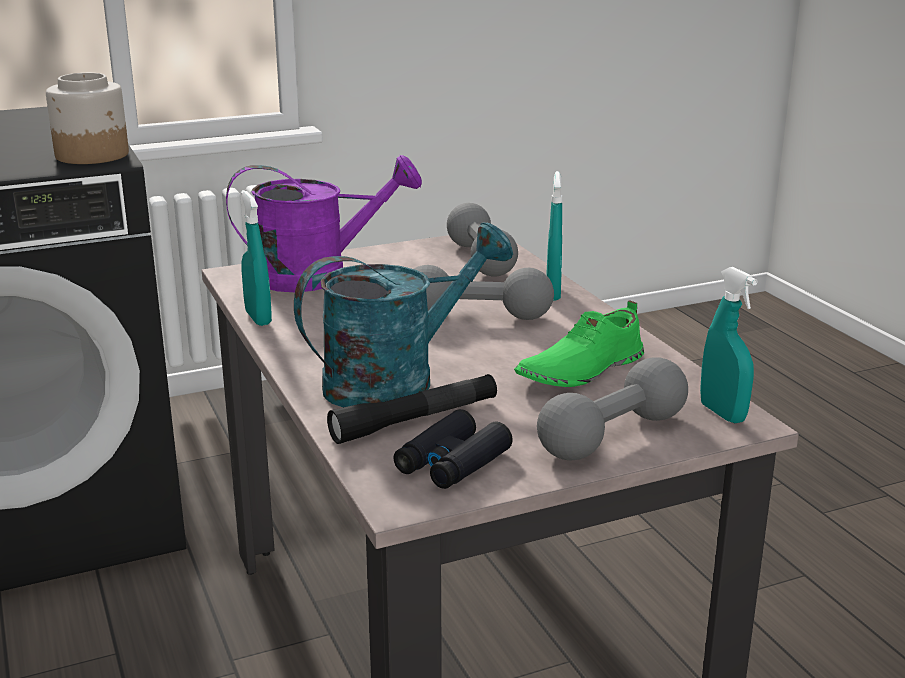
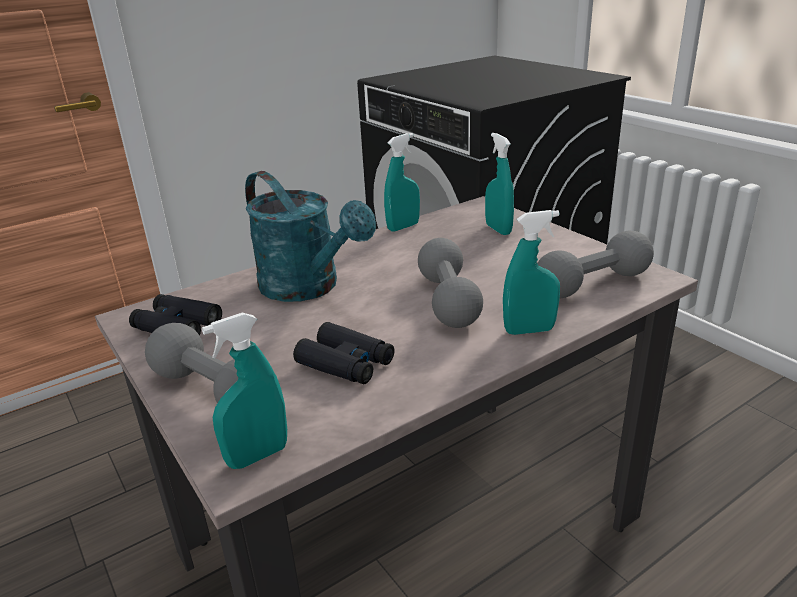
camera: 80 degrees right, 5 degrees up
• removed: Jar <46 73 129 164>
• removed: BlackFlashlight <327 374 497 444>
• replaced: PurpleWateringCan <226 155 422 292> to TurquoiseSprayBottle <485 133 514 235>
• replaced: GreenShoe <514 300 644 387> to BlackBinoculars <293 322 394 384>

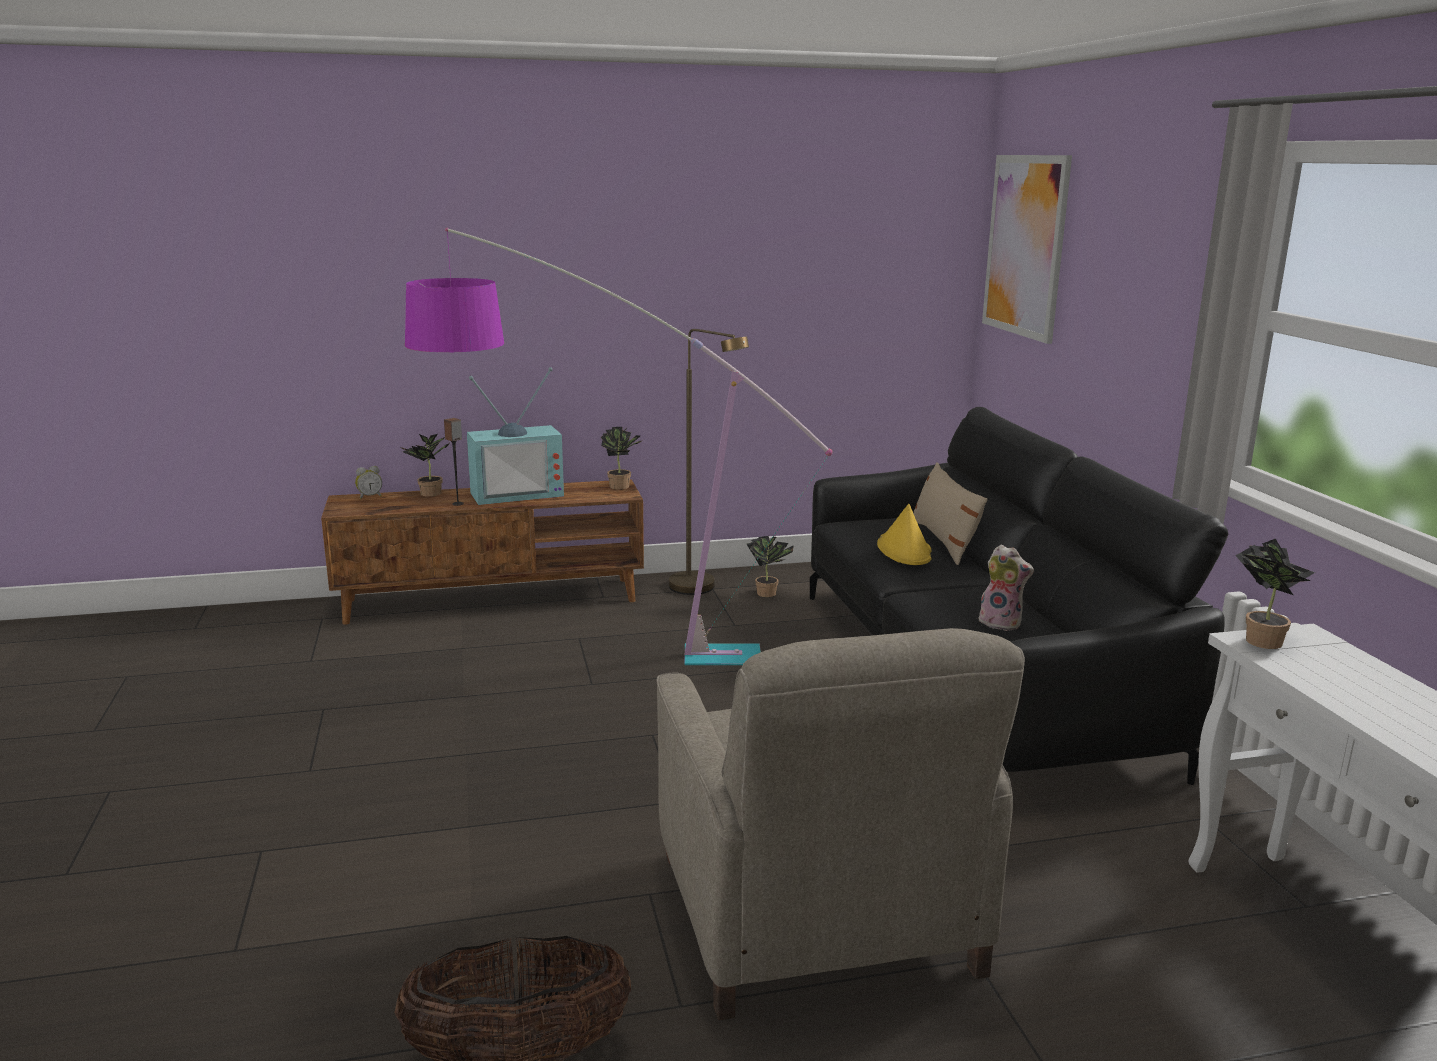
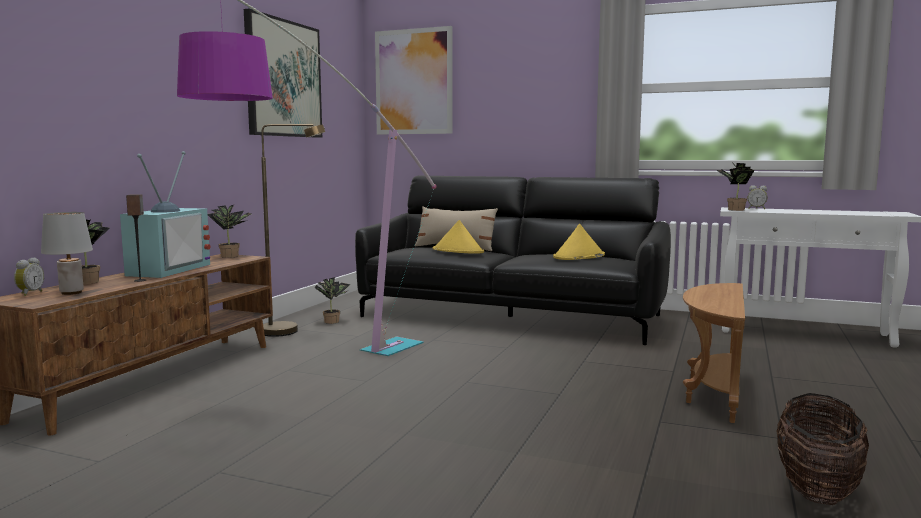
camera: 55 degrees left, 10 degrees down
• added: GreyTableLamp <41 212 93 295>
• added: Picture <244 9 322 138>
• added: AlarmClock <747 185 768 209>
• replaced: BeigeArmchair <656 628 1025 1020> to BrownSideTable <683 283 745 423>
• replaced: PlushToy <978 545 1034 631> to YellowHat <553 224 605 260>

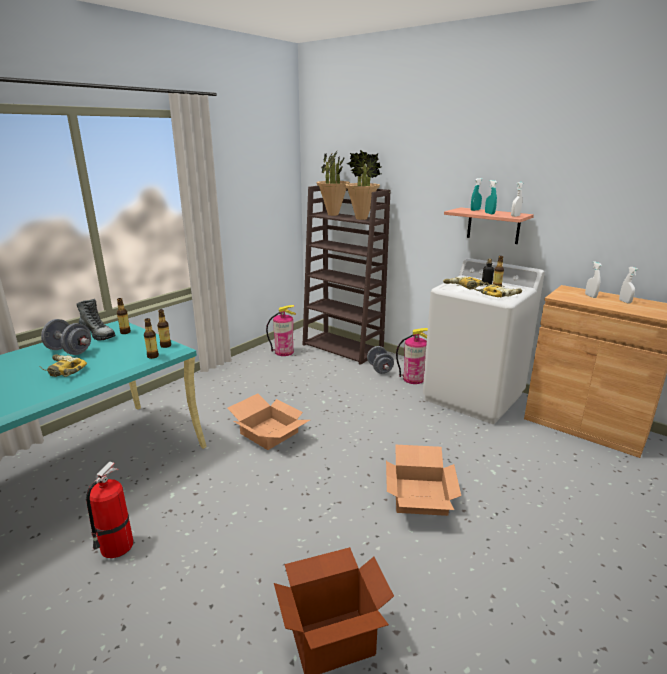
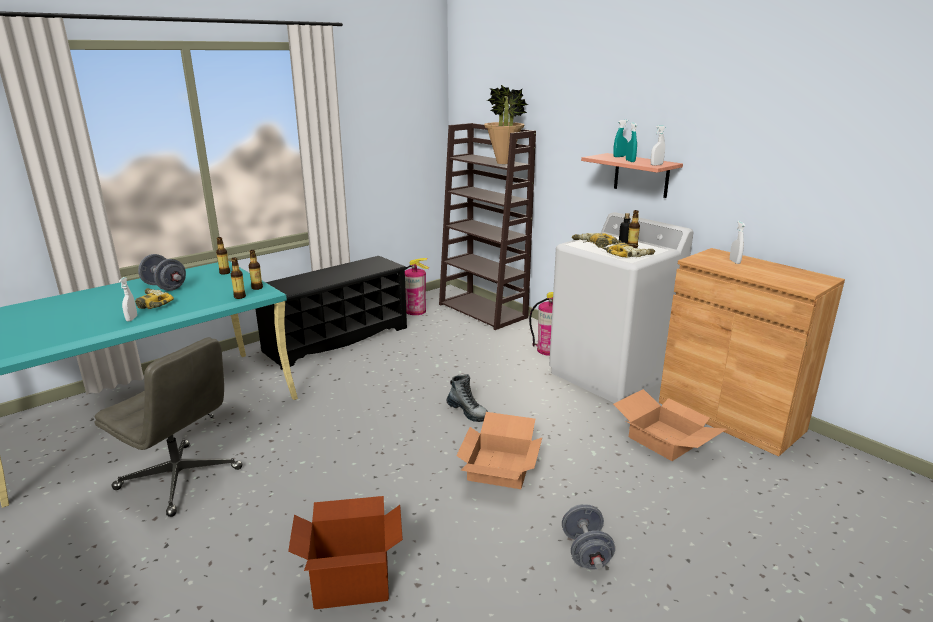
camera: 10 degrees right, 0 degrees up
• removed: PottedPlant <316 150 350 216>
• added: BlackShoeRack <256 256 407 370>
• moved: Boot <77 299 116 341> to <446 374 488 422>
• moved: CardboardBox <228 394 310 450> to <613 389 727 461>
• moved: GreyDumbbell <367 346 394 374> to <562 504 615 570>
• moved: WhiteSprayBottle <619 267 639 304> to <119 277 137 321>
• replaced: FireExtinguisher <86 461 133 558> to GreyOfficeChair <94 337 242 517>

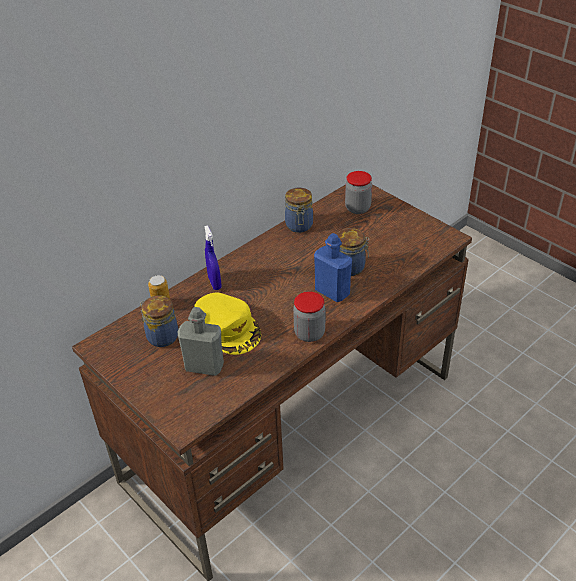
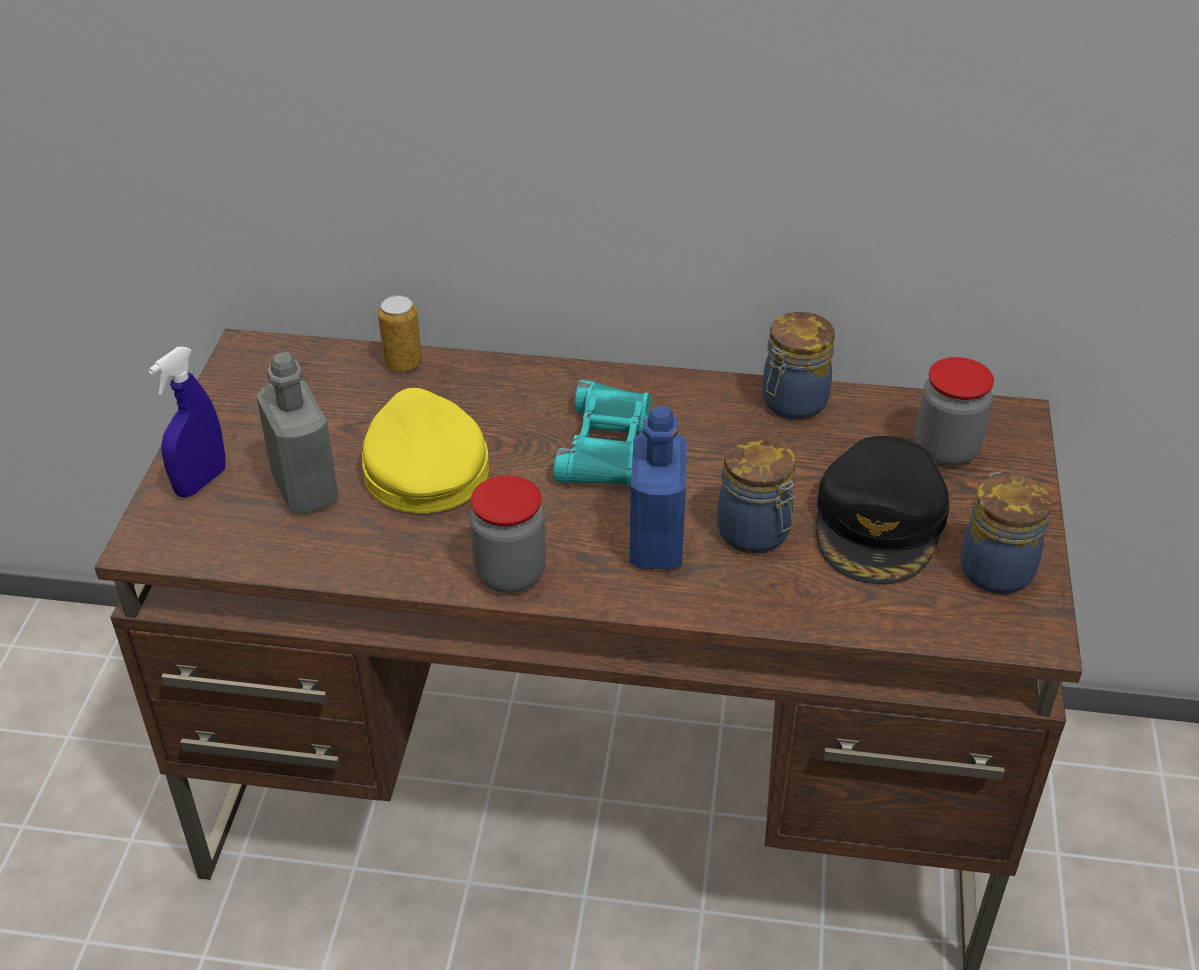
camera: 50 degrees right, 0 degrees up
• added: TurquoiseBinoculars <554 380 674 486>
• added: BlackCap <816 436 949 584>
• moved: Jar <140 296 178 347> to <960 472 1052 594>
• moved: BlueSprayBottle <204 225 222 290> to <148 347 226 498>
• turned: YellowCap <194 293 261 355> = <362 388 489 513> 150 degrees clockwise

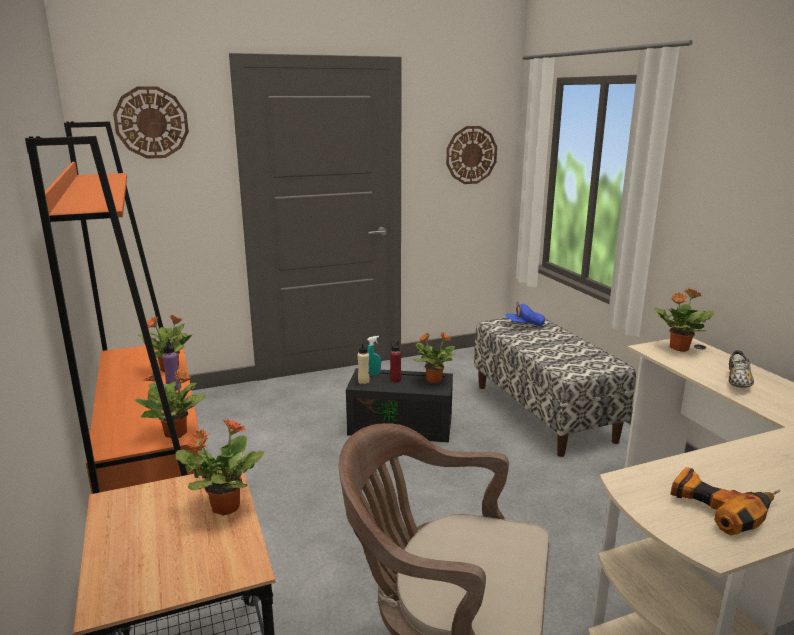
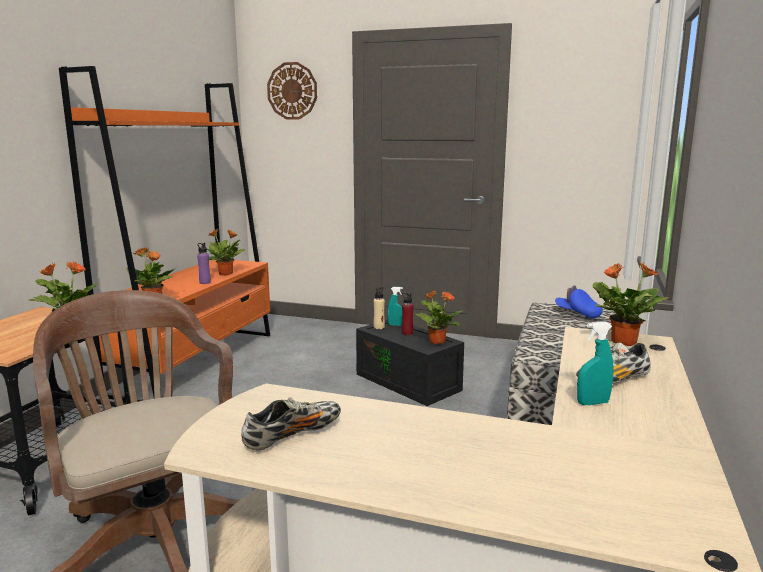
camera: 40 degrees right, 5 degrees down
• removed: WallClock <446 126 497 184>
• added: TurquoiseSprayBottle <577 322 614 405>
• replaced: PowerDrill <671 467 780 536> to Shoe <241 397 341 451>

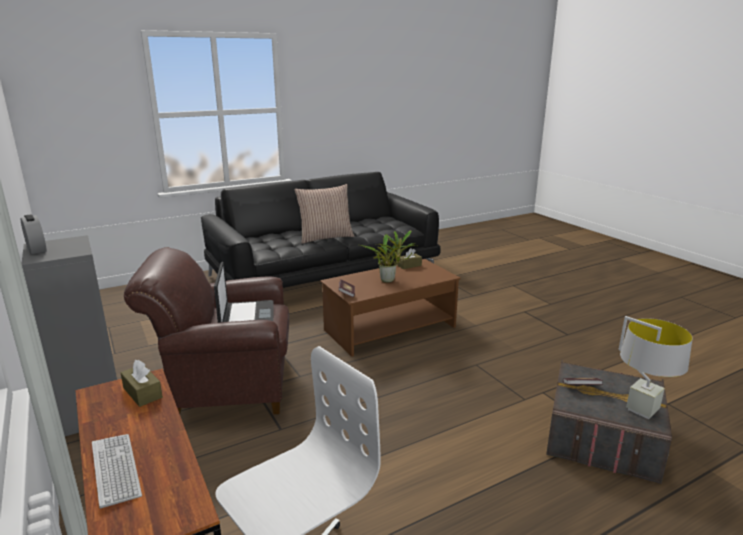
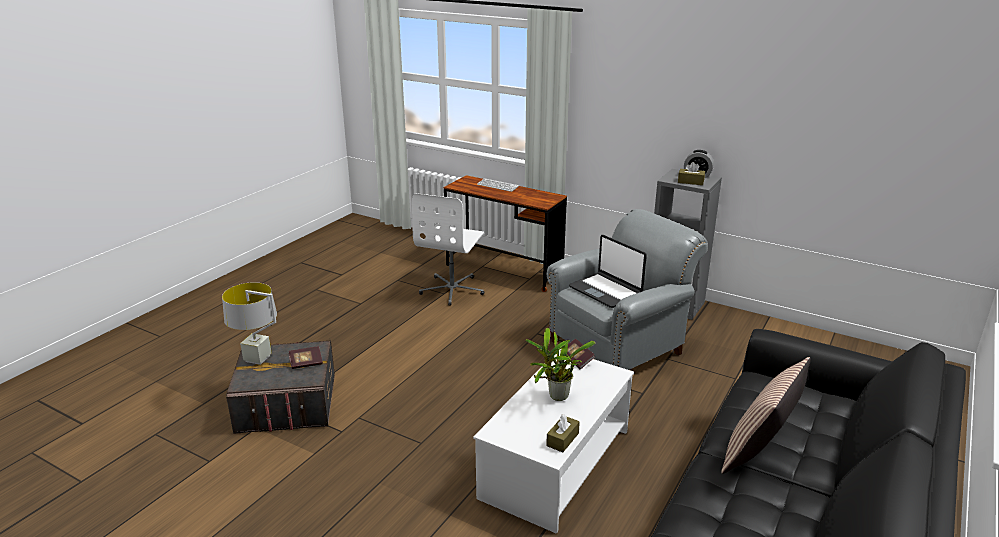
camera: 150 degrees right, 5 degrees up
• moved: BrownTissueBox <121 360 163 407> to <678 162 705 185>
• recoloured: BrownArmchair <124 247 289 414> to GreyArmchair <547 209 708 370>
• recoloured: BrownCoffeeTable <320 259 461 357> to WhiteCoffeeTable <473 349 634 534>

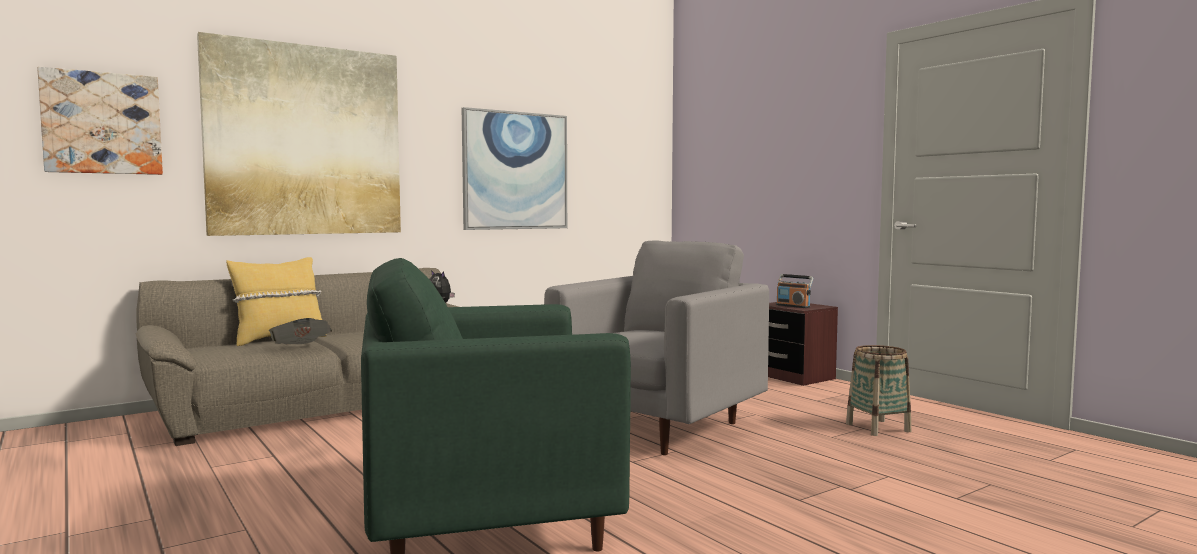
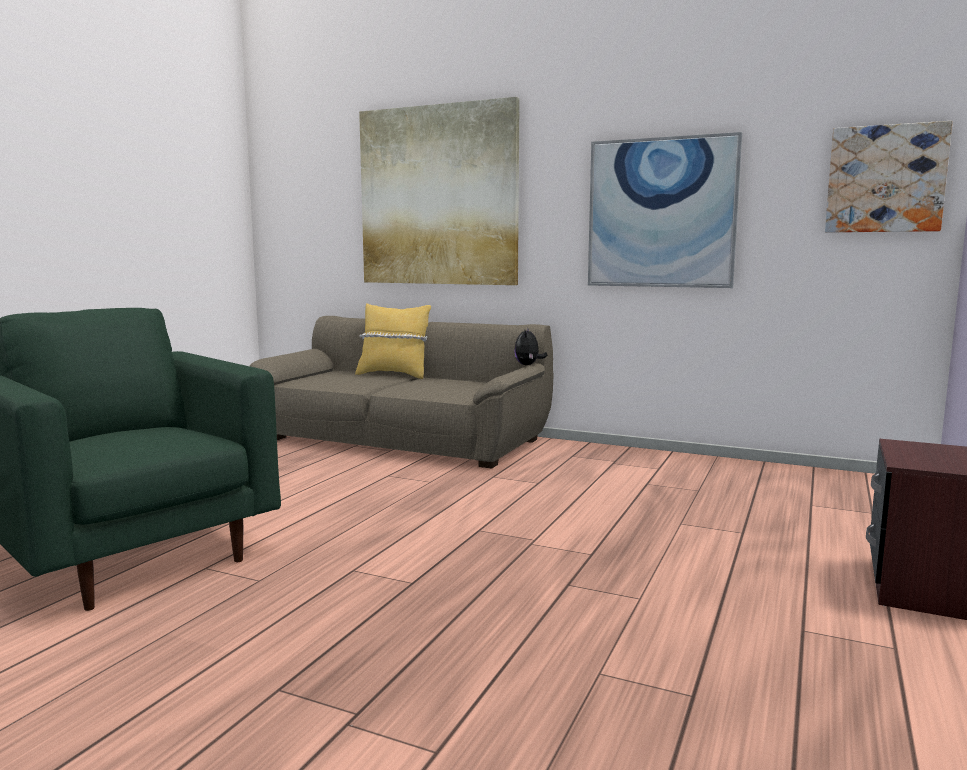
camera: 60 degrees right, 5 degrees up
• removed: Newspaper <269 318 332 344>
• removed: GreyArmchair <544 241 769 455>
• removed: Radio <776 274 813 308>
• removed: Basket <846 345 911 436>
• moved: Picture <37 67 163 175> to <825 121 953 232>

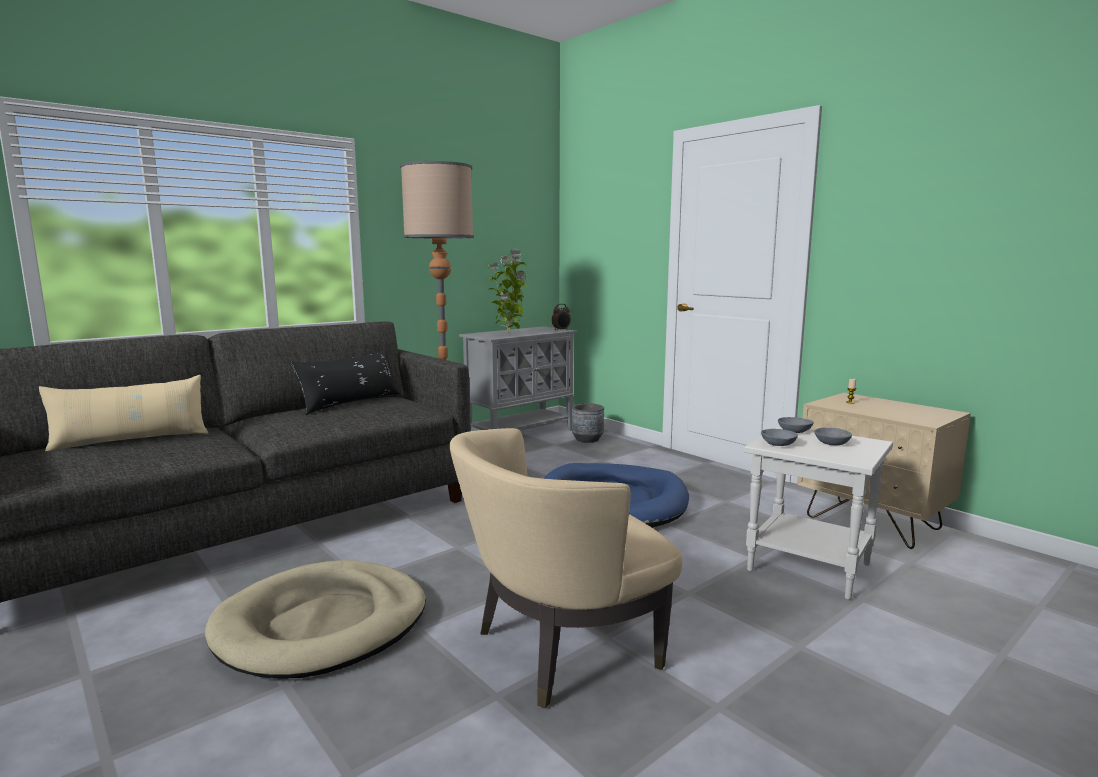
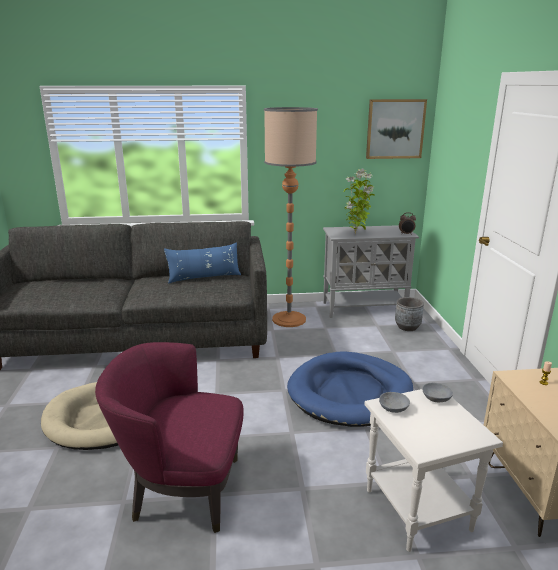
camera: 35 degrees right, 10 degrees up
• removed: BeigePillow <39 375 208 451>
• removed: GreyBowl <814 428 852 446>
• added: Picture <366 99 427 159>
• recoloured: BlackPillow <290 348 400 415> to BluePillow <164 242 241 284>
• recoloured: BeigeArmchair <450 428 682 708> to PurpleArmchair <95 342 244 533>

